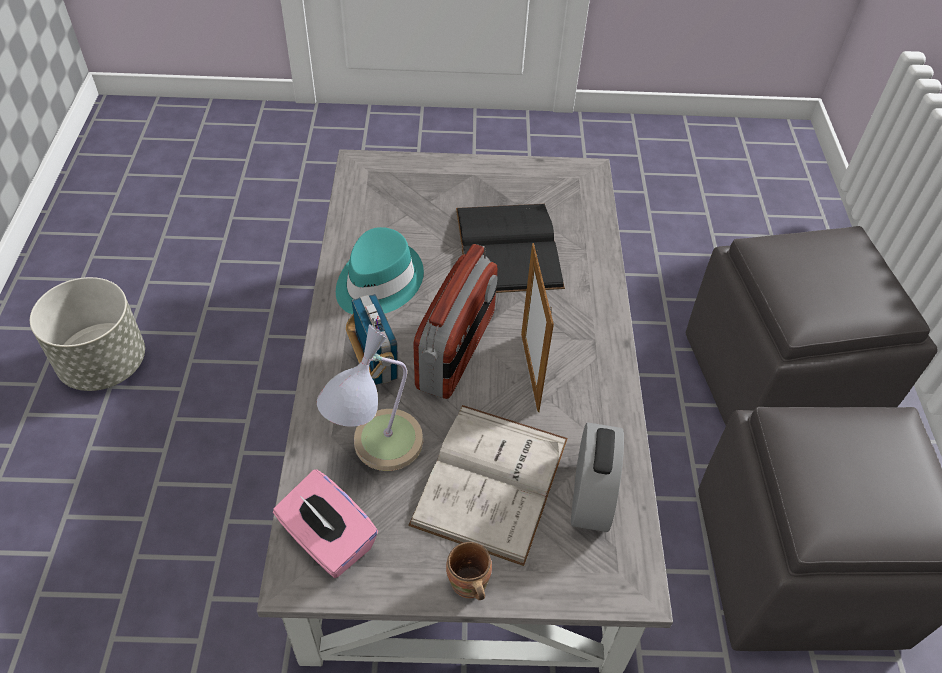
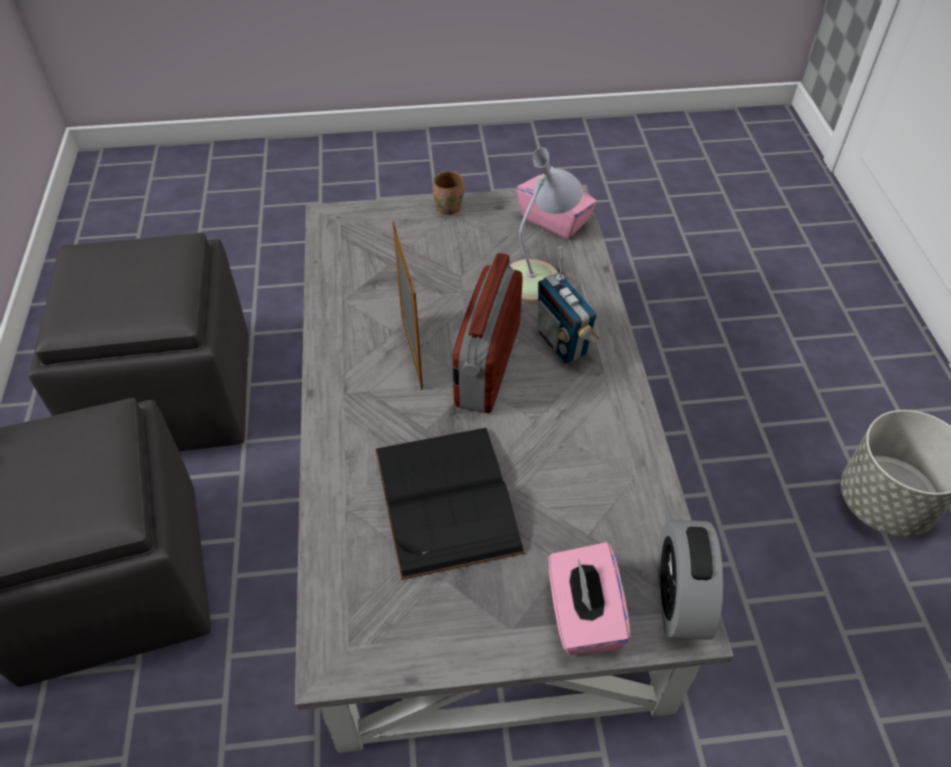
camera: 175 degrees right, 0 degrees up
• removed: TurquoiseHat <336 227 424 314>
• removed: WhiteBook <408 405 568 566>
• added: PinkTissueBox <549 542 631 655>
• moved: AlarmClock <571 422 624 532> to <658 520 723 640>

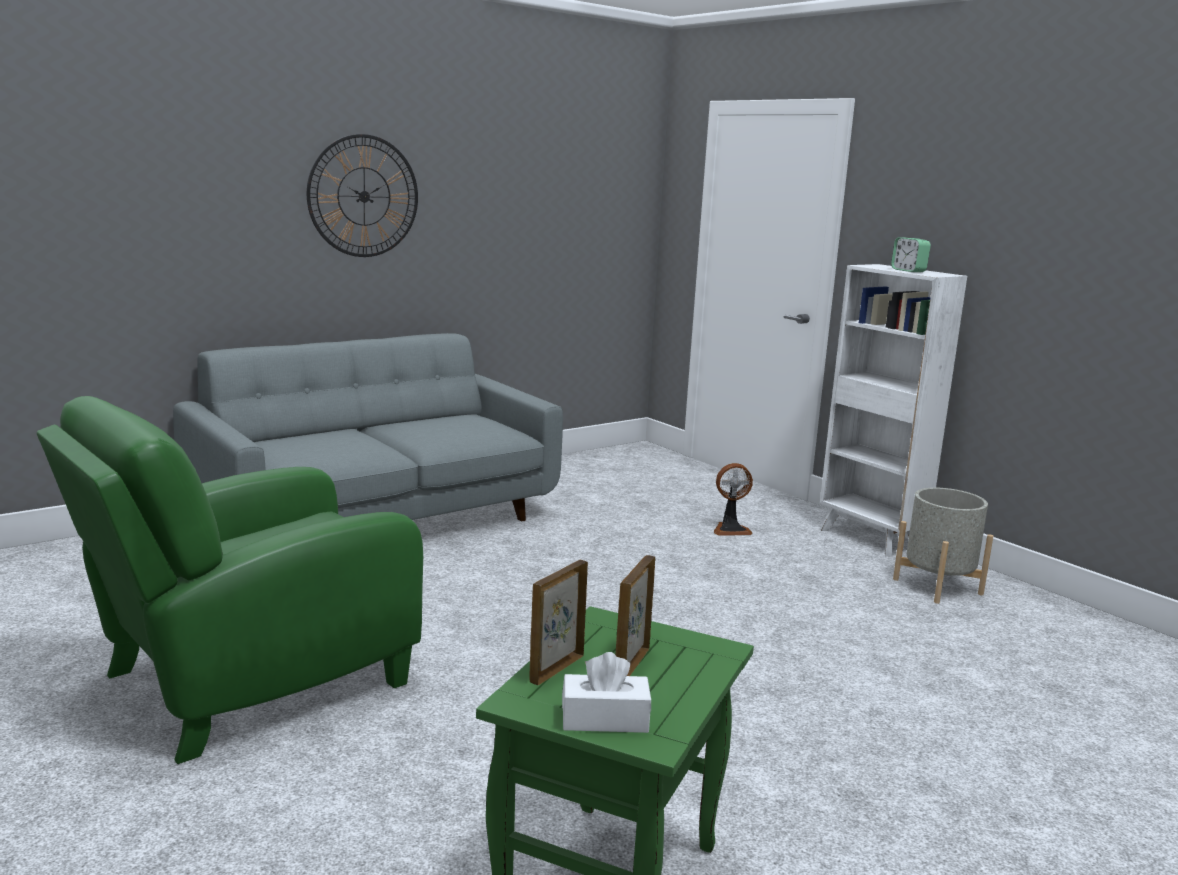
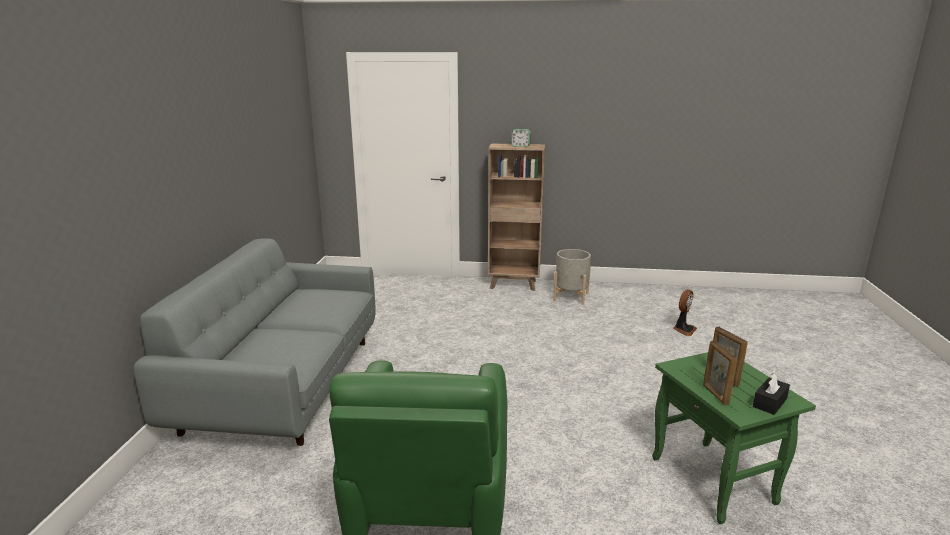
camera: 45 degrees left, 5 degrees up
• removed: WallClock <307 134 418 257>
• moved: Fan <714 463 753 536> to <673 290 697 336>
• recoloured: WhiteTissueBox <562 652 651 733> to BlackTissueBox <753 373 790 415>
• recoloured: WhiteBookcase <820 264 967 557> to BrownBookcase <488 143 545 291>

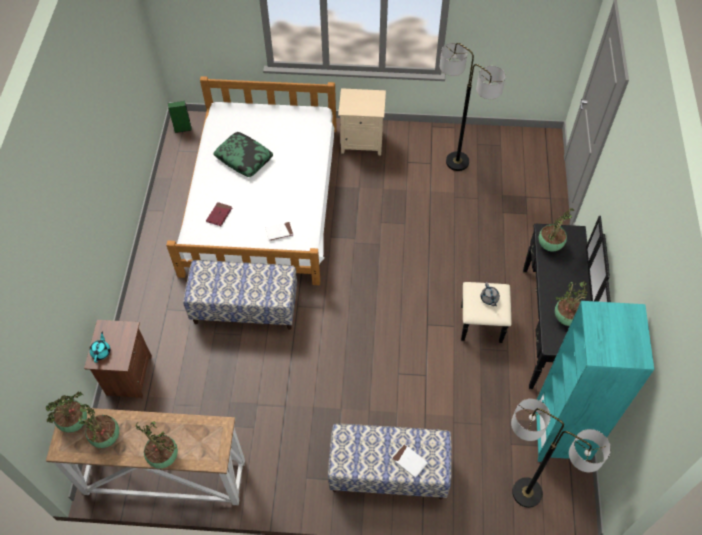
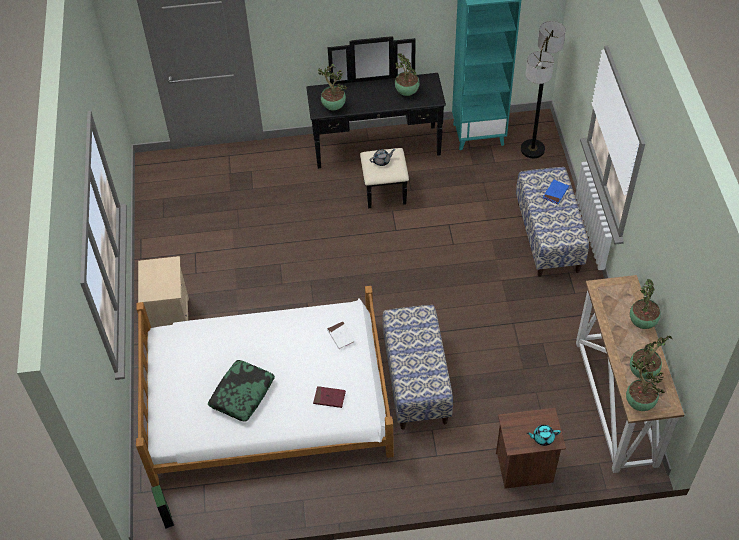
camera: 100 degrees left, 5 degrees down
• removed: FloorLamp <440 43 506 171>
• recoloured: WhiteBook <391 444 428 478> to BlueBook <543 180 569 204>

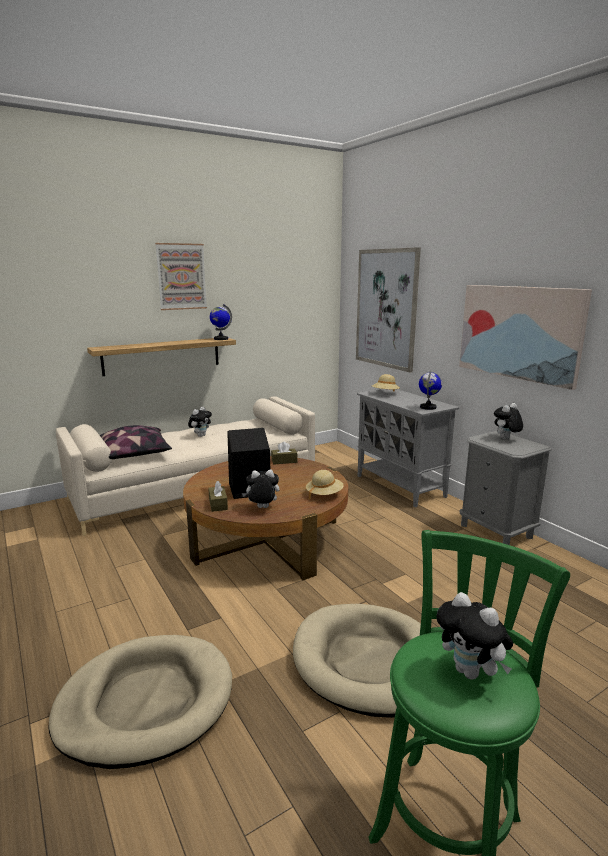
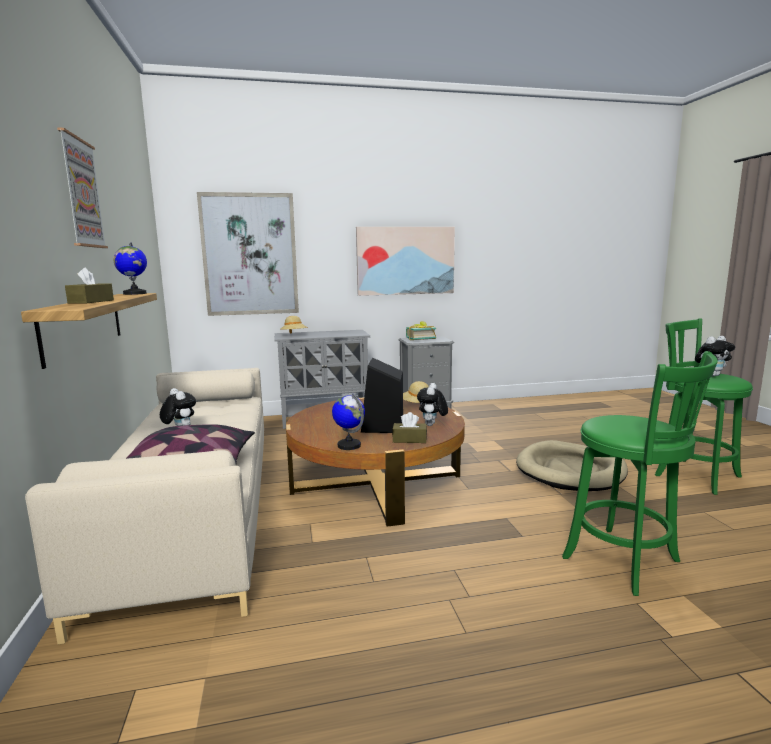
camera: 70 degrees left, 5 degrees down
• moved: BrownTissueBox <271 441 297 464> to <65 267 114 303>
• moved: Globe <419 371 442 410> to <332 393 365 450>
• replaced: BeigeDogBed <48 635 232 769> to GreenStool <562 351 718 596>
• replaced: PlushToy <494 403 523 439> to Book <406 321 436 340>

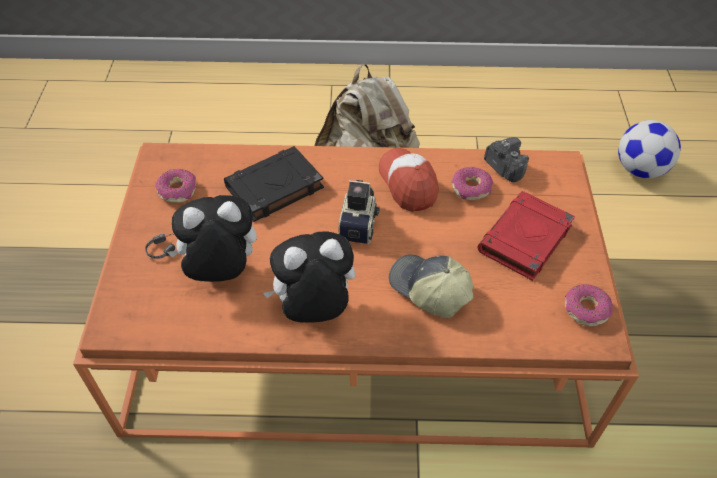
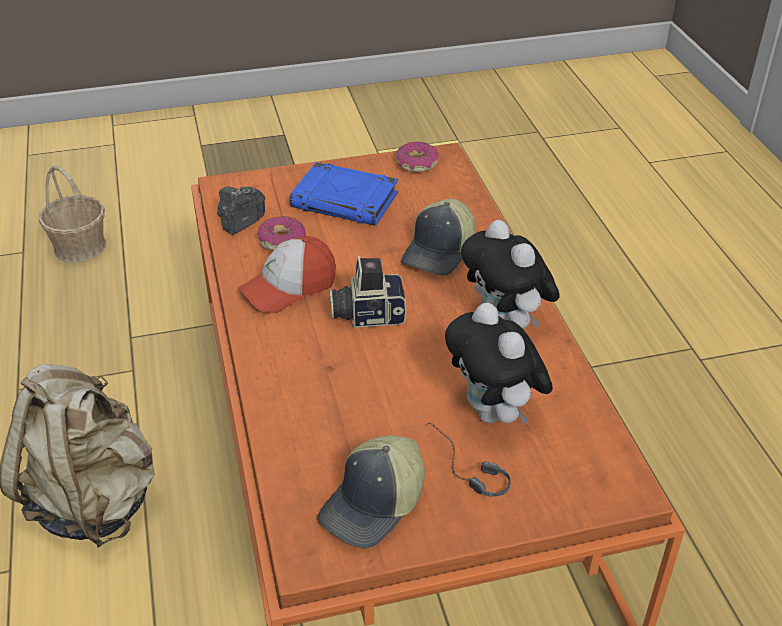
camera: 105 degrees left, 10 degrees down
• removed: BlackBook <224 146 324 222>
• replaced: Donut <155 169 196 203> to Cap <317 435 425 548>
• replaced: Football <618 120 681 179> to Basket <39 166 106 263>
• recoloured: RedBook <478 191 575 281> to BlueBook <289 162 398 226>

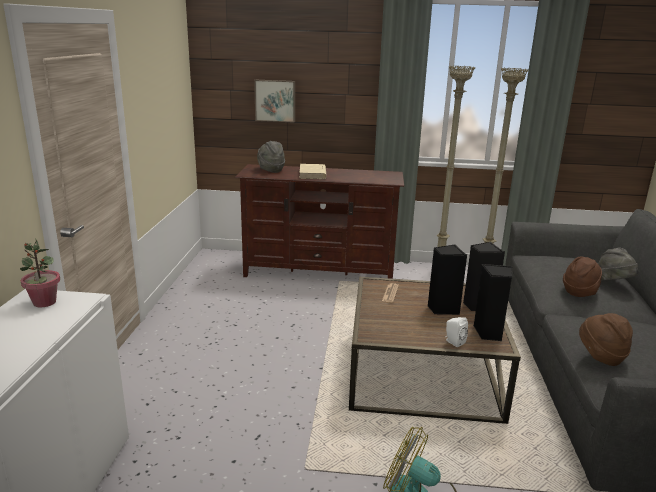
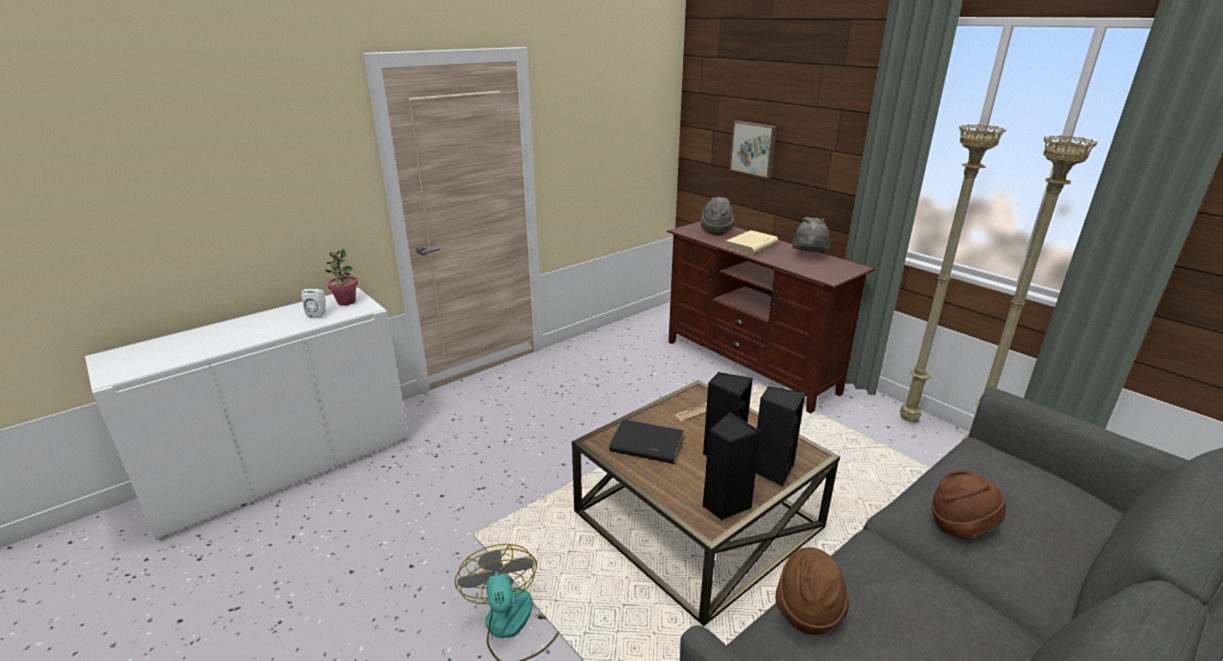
camera: 45 degrees right, 5 degrees up
• added: BlackBook <609 419 684 464>
• moved: WhiteSpeaker <445 317 468 347> to <302 289 326 318>
• moved: GreyHat <598 248 639 281> to <792 217 831 252>

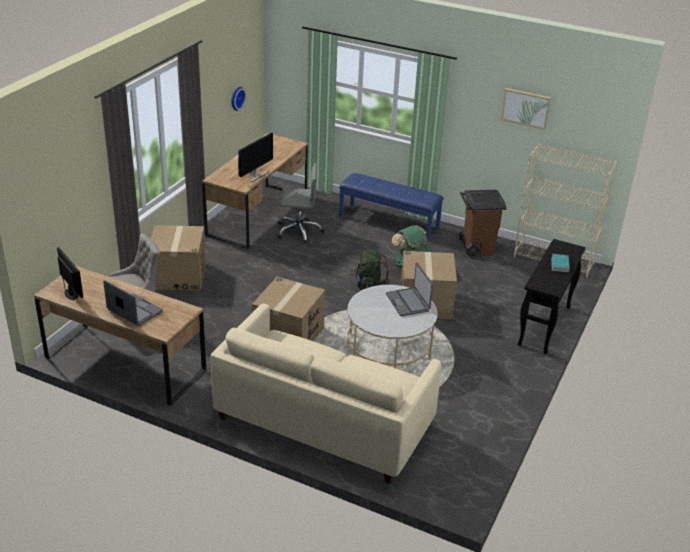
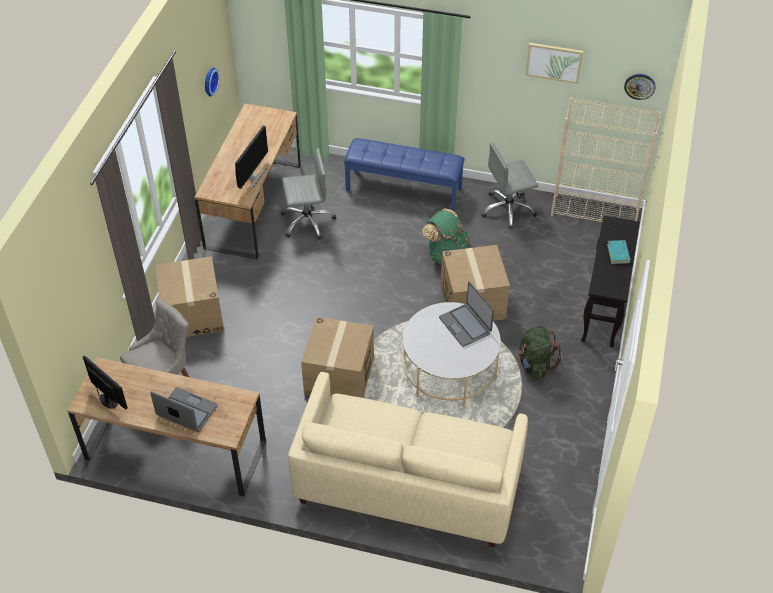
camera: 10 degrees left, 15 degrees up
• added: WallClock <624 74 656 100>
• moved: GreenBackpack <353 249 389 290> to <517 326 562 379>
• replaced: BrownTrashCan <459 190 506 256> to GreyOfficeChair <481 142 538 230>

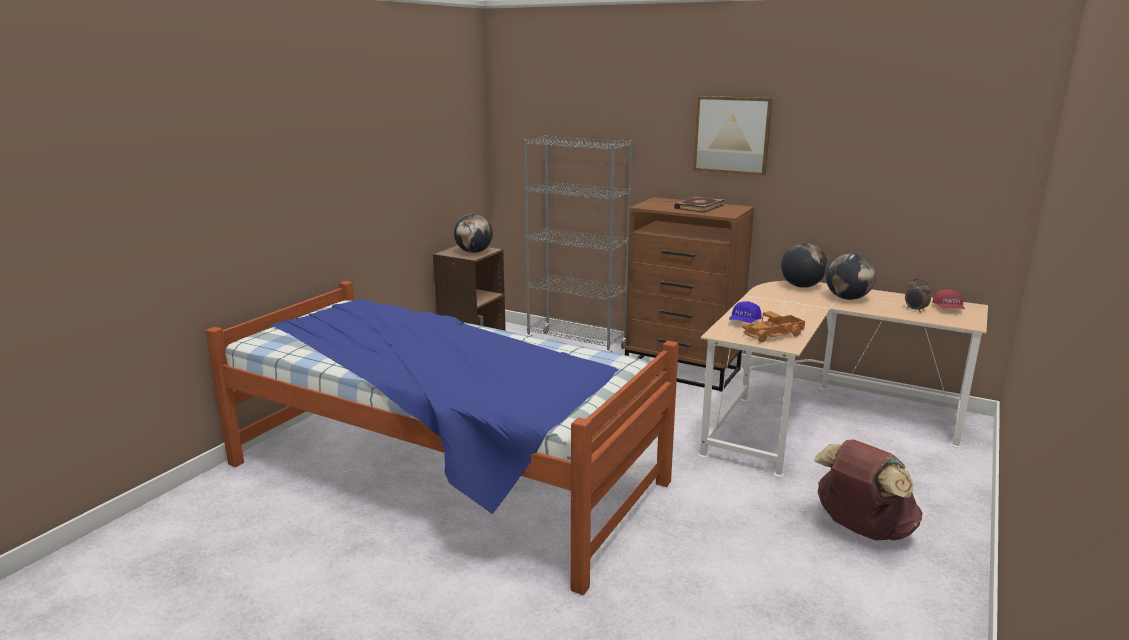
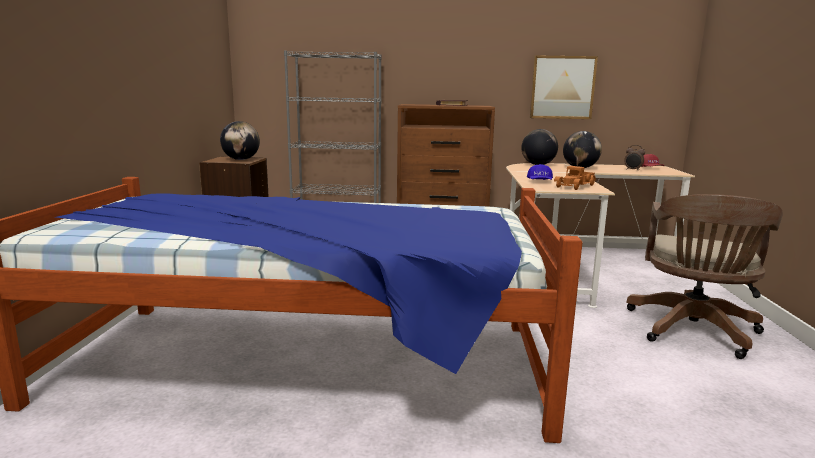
camera: 25 degrees left, 5 degrees down
• moved: Picture <693 96 773 176> to <530 56 598 119>
• replaced: BrownBackpack <813 439 923 540> to BrownOfficeChair <626 194 783 359>

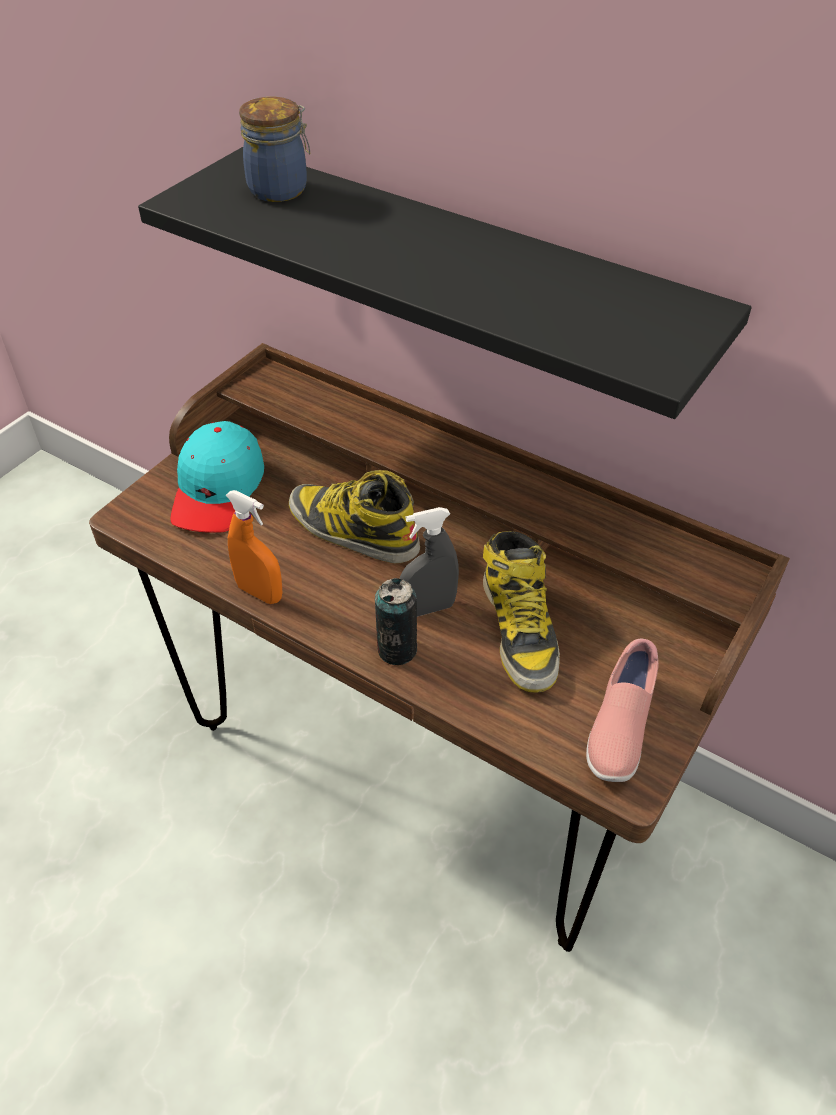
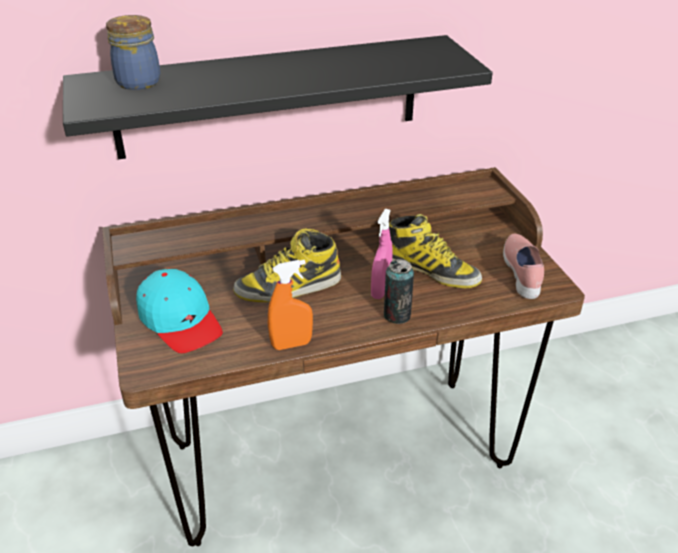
camera: 50 degrees left, 10 degrees down
• recoloured: GreySprayBottle <400 507 459 617> to PinkSprayBottle <371 209 393 299>
• turned: PinkShoe <586 639 659 782> = <503 234 544 299> 150 degrees counterclockwise

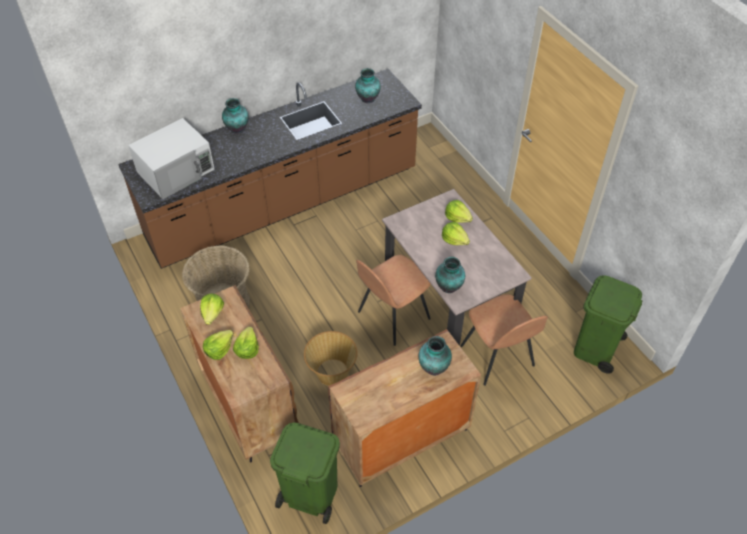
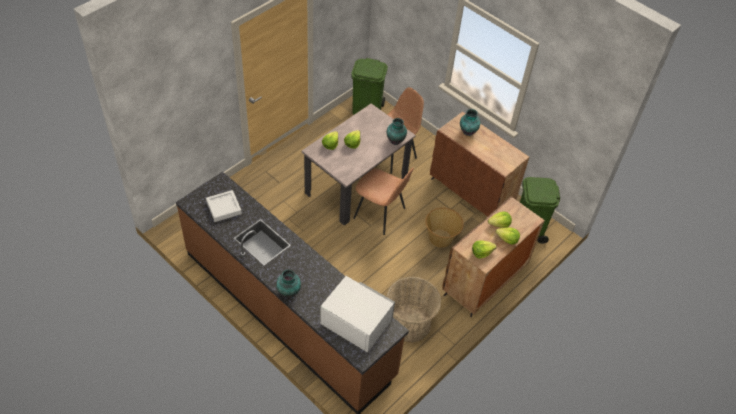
camera: 110 degrees left, 0 degrees up
• replaced: Vase <355 68 380 103> to GreyTray <206 190 242 222>

